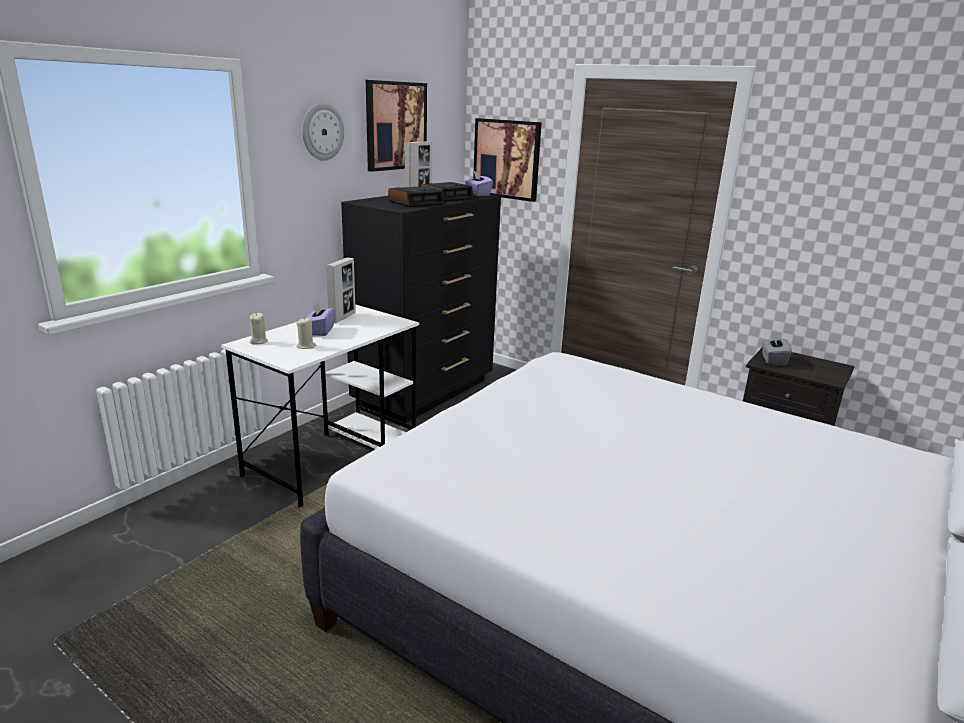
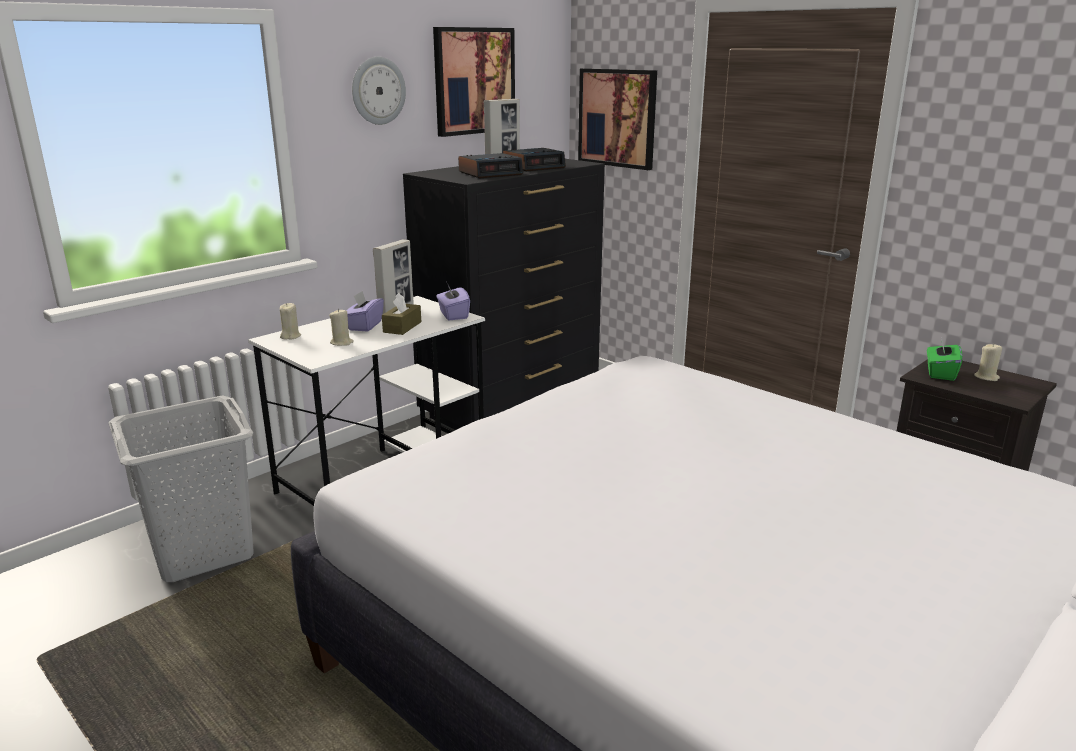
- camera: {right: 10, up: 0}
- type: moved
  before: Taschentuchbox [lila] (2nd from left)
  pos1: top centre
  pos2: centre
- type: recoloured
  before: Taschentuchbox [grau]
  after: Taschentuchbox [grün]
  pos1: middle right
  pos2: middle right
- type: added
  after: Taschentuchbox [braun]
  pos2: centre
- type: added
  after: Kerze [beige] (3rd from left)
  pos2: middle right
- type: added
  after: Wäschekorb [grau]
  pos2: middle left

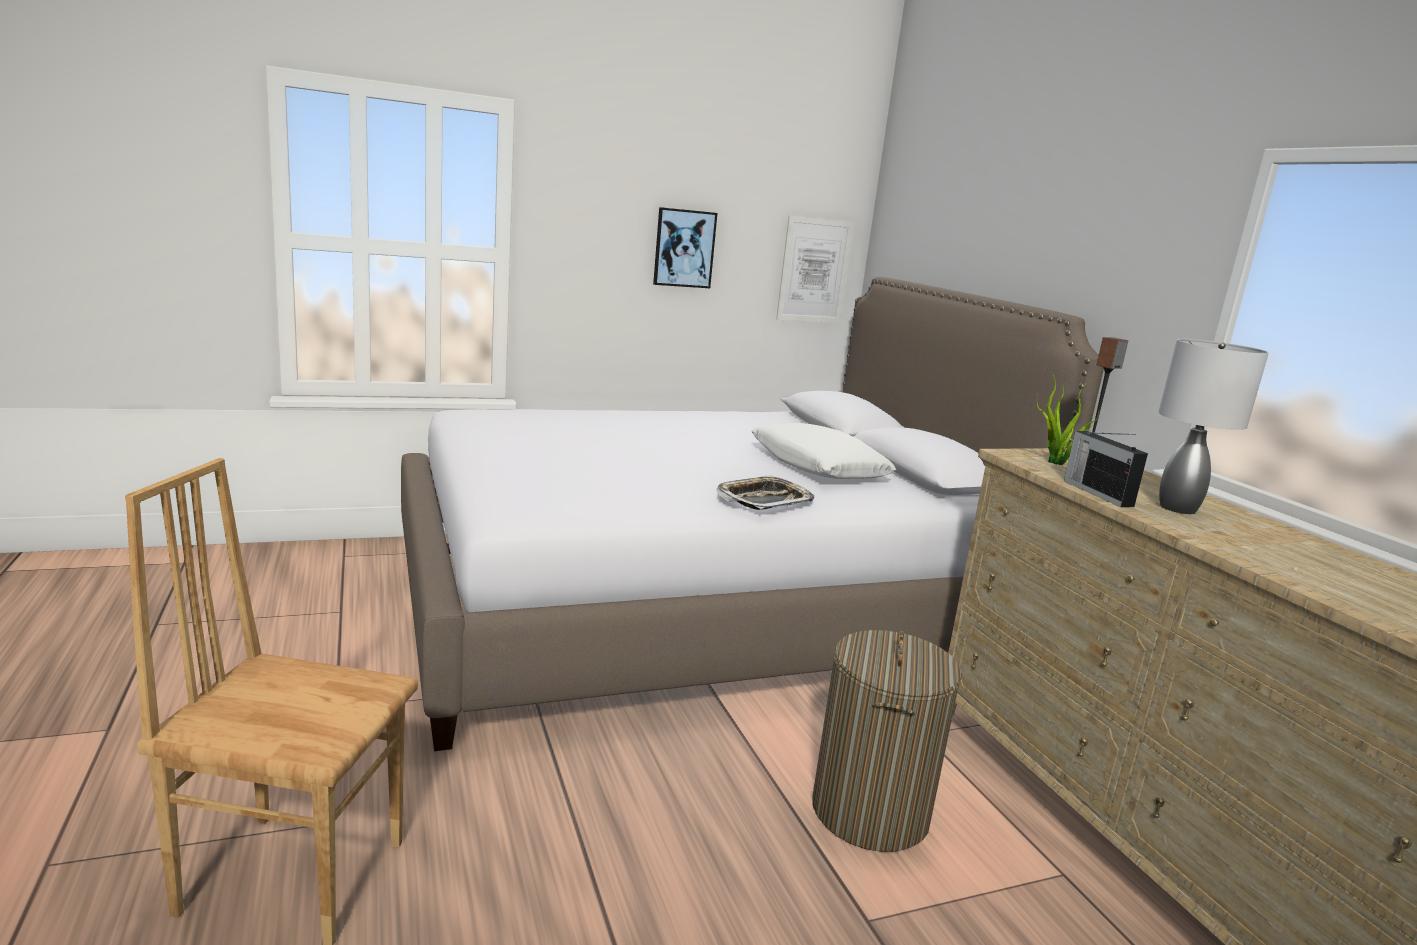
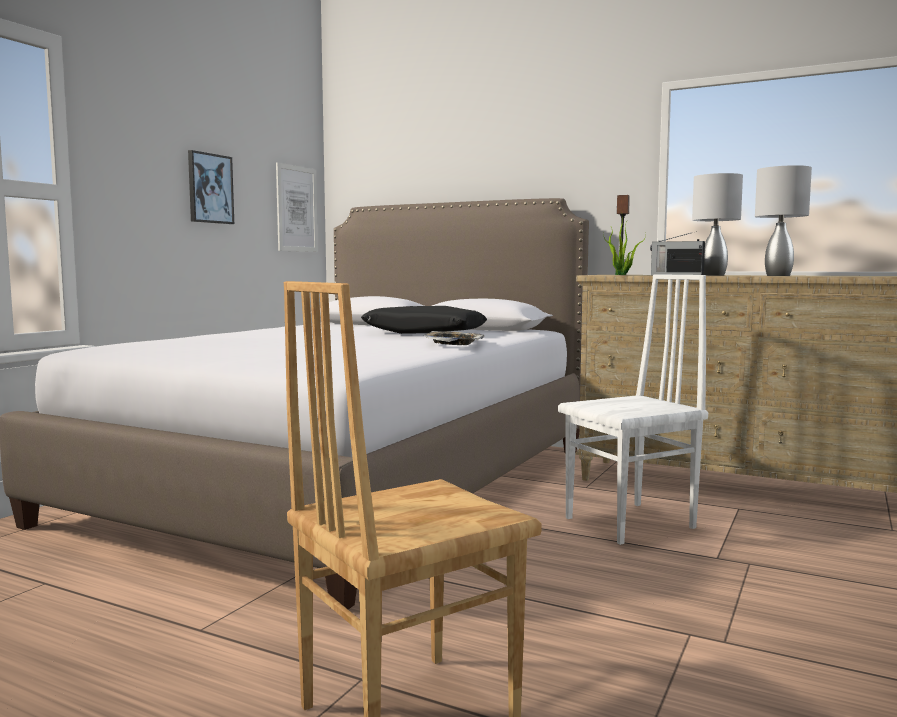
- camera: {right: -40, up: -10}
- type: recoloured
  before: Kissen [weiß]
  after: Kissen [schwarz]
  pos1: centre
  pos2: centre
- type: replaced
  before: Wäschekorb
  after: Stuhl [weiß]
  pos1: bottom centre
  pos2: middle right
- type: added
  after: Tischlampe [grau] (2nd from left)
  pos2: top right

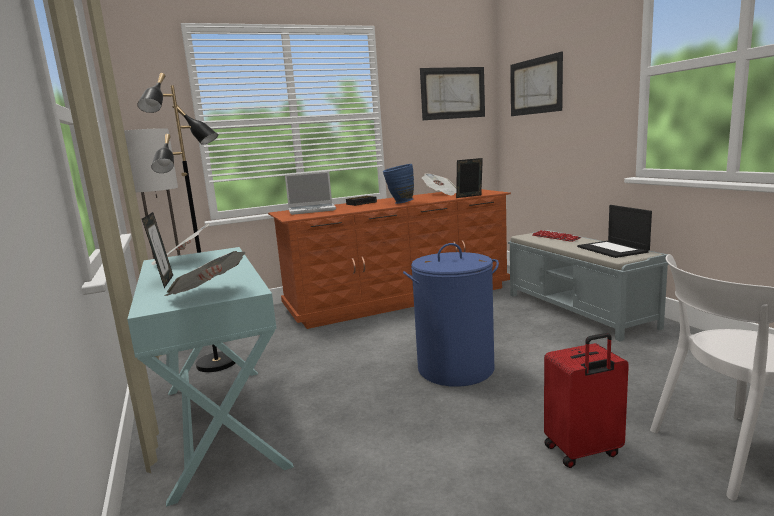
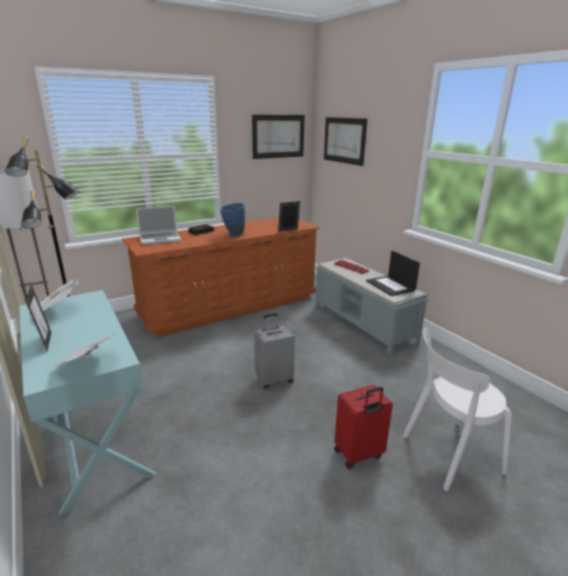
- camera: {right: -10, up: 10}
- type: removed
  before: Zeitung (3rd from left)
  pos1: centre
- type: replaced
  before: Wäschekorb [blau]
  after: Koffer [grau]
  pos1: centre
  pos2: centre

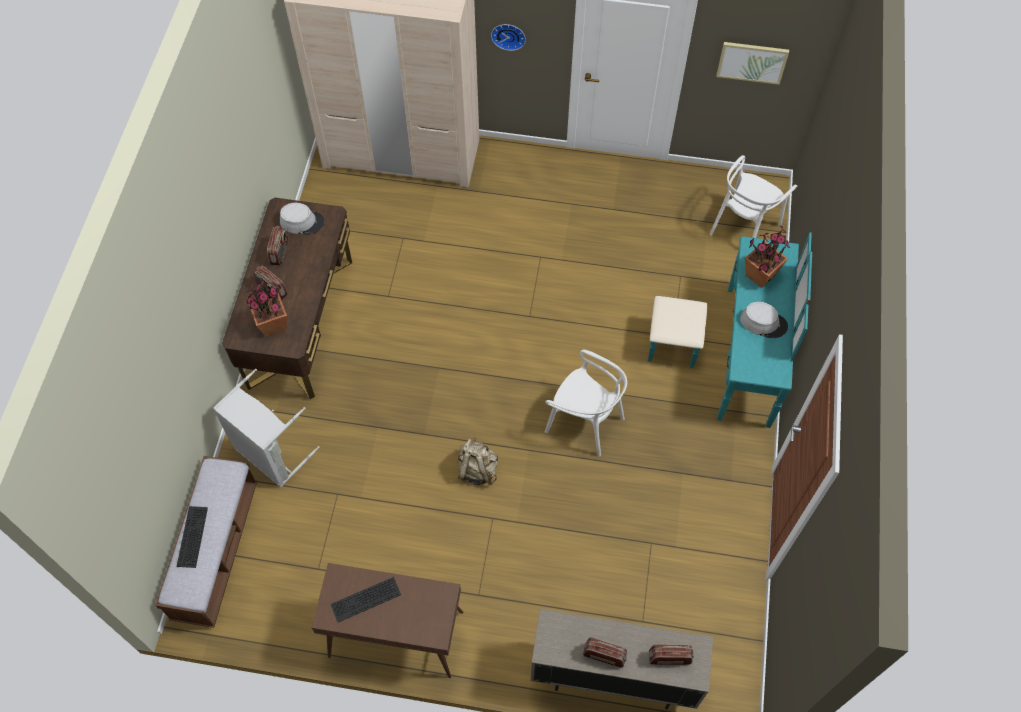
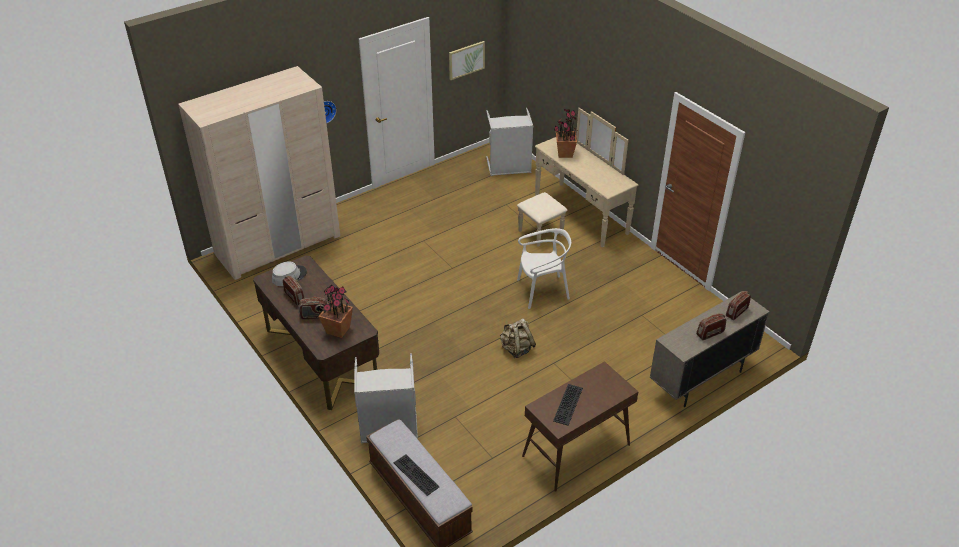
- camera: {right: -45, up: -20}
- type: replaced
  before: Stuhl [weiß] (2nd from left)
  after: Wäschekorb [grau] (2nd from left)
  pos1: top right
  pos2: top centre
- type: recoloured
  before: Kommode [türkis]
  after: Kommode [beige]
  pos1: middle right
  pos2: top centre
- type: removed
  before: Hut [grau] (2nd from left)
  pos1: middle right

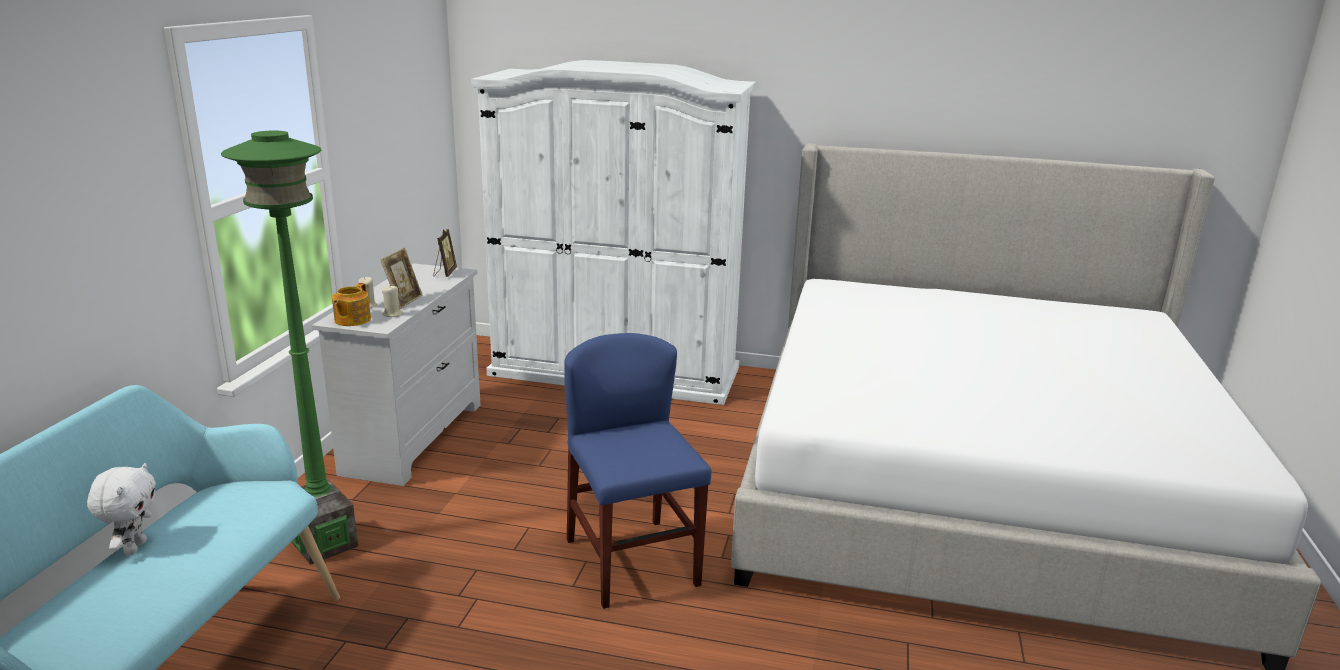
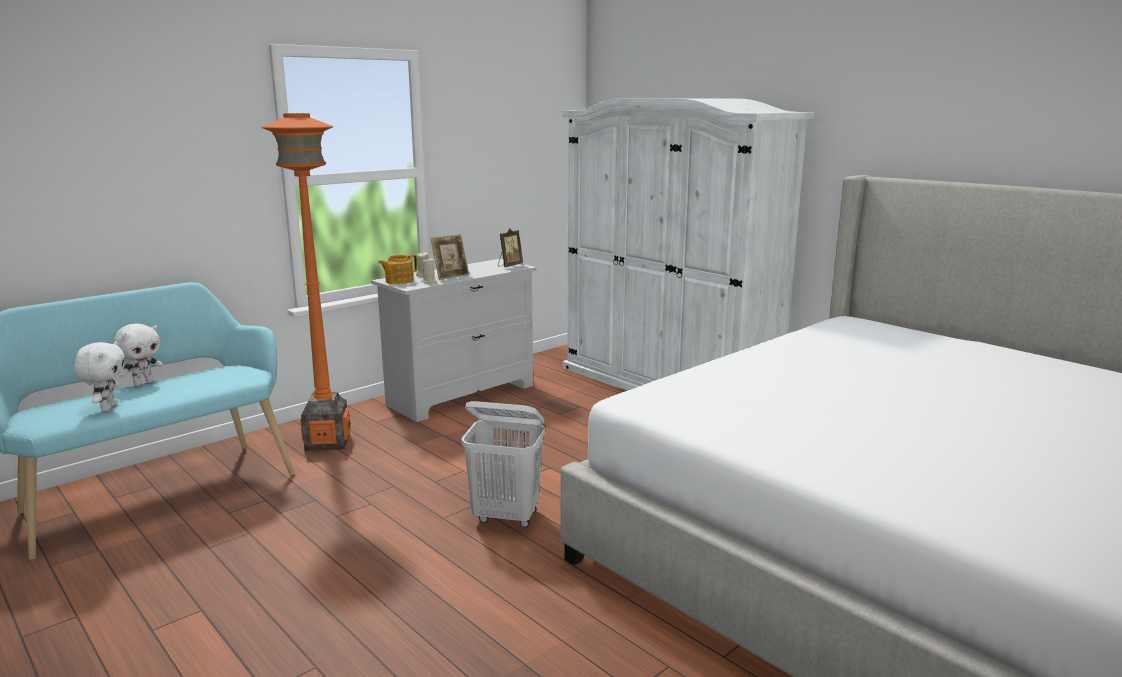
- camera: {right: 35, up: -5}
- type: recoloured
  before: Stehlampe [grün]
  after: Stehlampe [orange]
  pos1: middle left
  pos2: middle left
- type: replaced
  before: Stuhl [blau]
  after: Wäschekorb [weiß]
  pos1: bottom centre
  pos2: bottom centre
- type: added
  after: Plüschtier [weiß] (1st from left)
  pos2: middle left

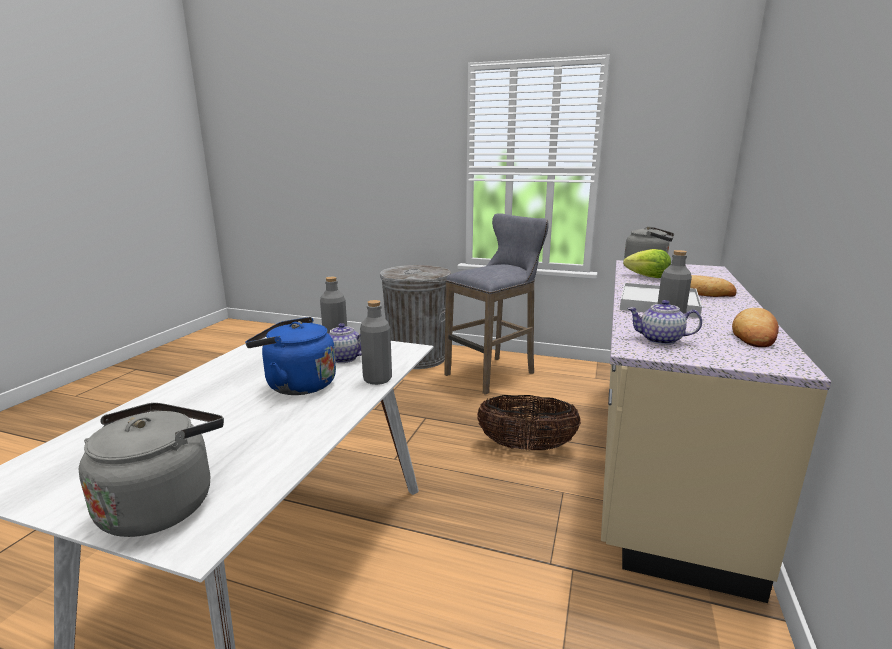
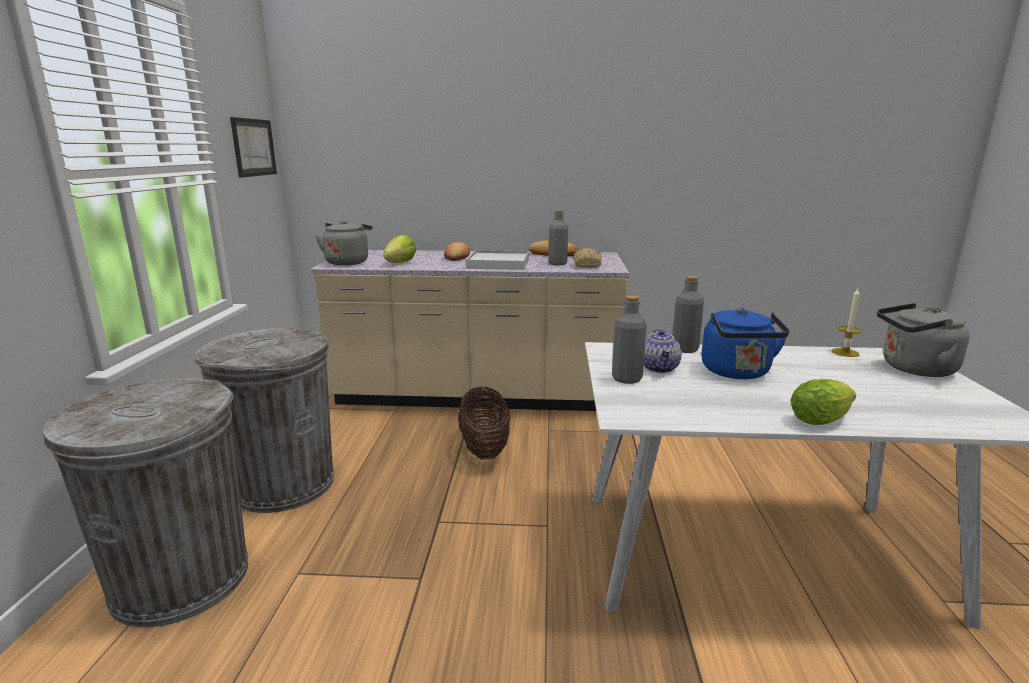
- camera: {right: -105, up: 0}
- type: replaced
  before: Hocker [grau]
  after: Mülleimer [grau] (2nd from left)
  pos1: centre
  pos2: middle left
- type: replaced
  before: Teekanne (2nd from left)
  after: Brot (3rd from left)
  pos1: middle right
  pos2: centre
- type: added
  after: Bild
  pos2: top left
- type: added
  after: Kerze
  pos2: middle right
- type: added
  after: Salatkopf (2nd from left)
  pos2: middle right

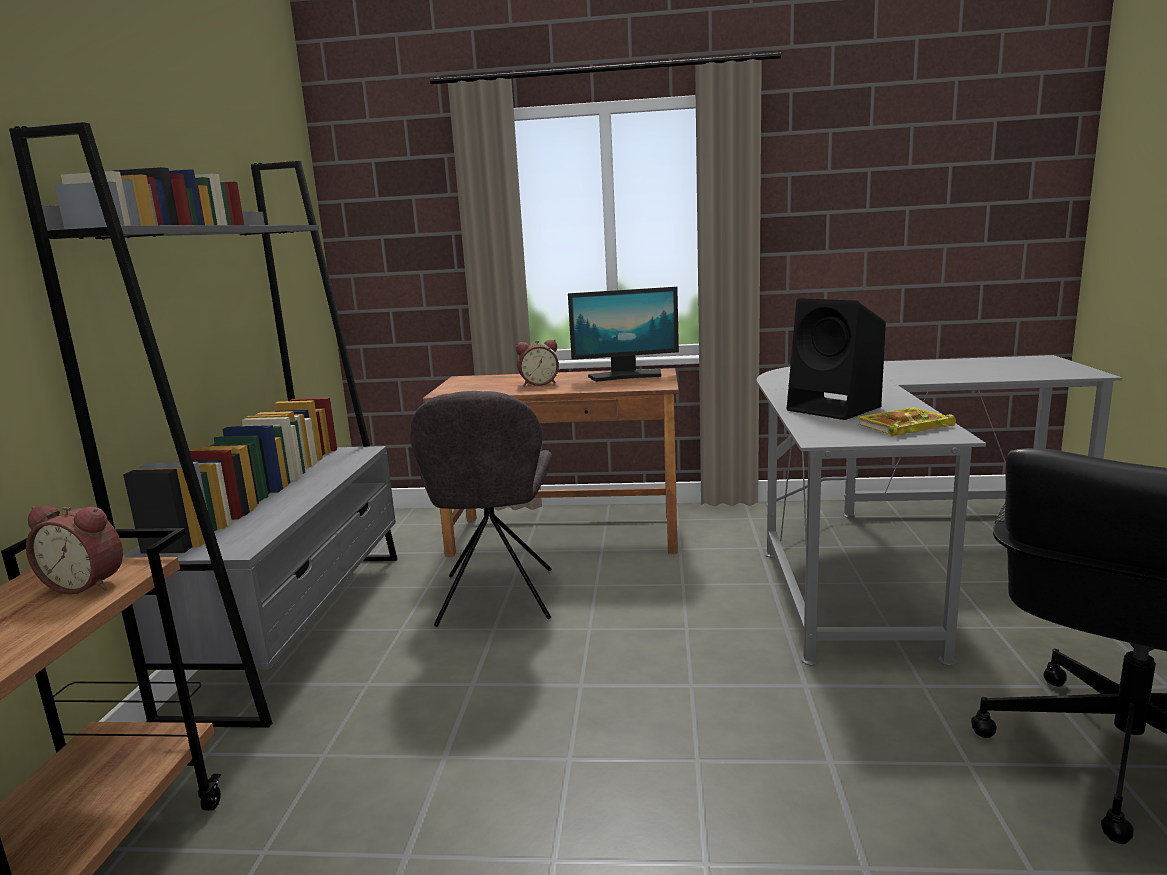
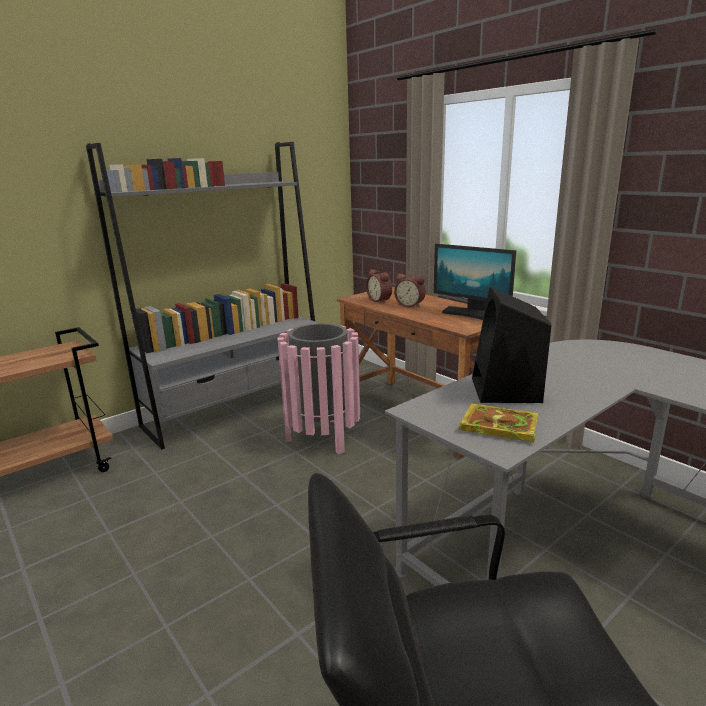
- camera: {right: 45, up: 5}
- type: replaced
  before: Stuhl [grau]
  after: Mülleimer [rosa]
  pos1: centre
  pos2: centre
- type: moved
  before: Wecker (1st from left)
  pos1: middle left
  pos2: centre

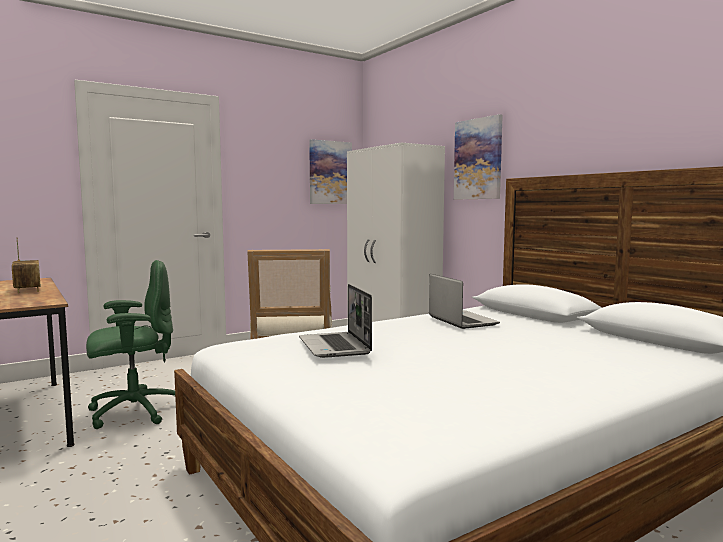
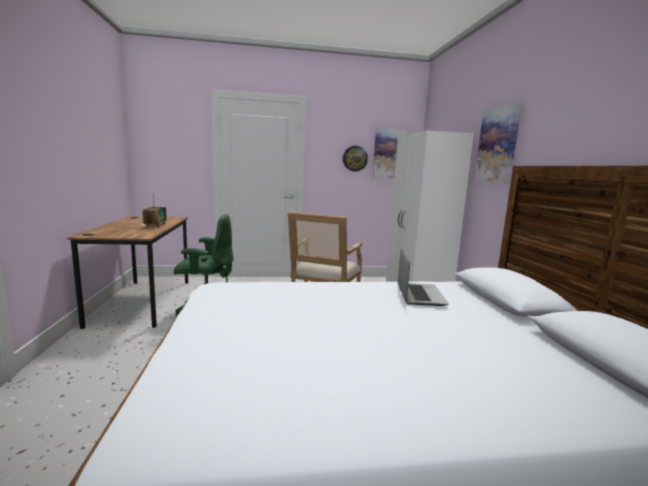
- camera: {right: 25, up: 5}
- type: removed
  before: Laptop (1st from left)
  pos1: centre
- type: added
  after: Wanduhr
  pos2: top centre

